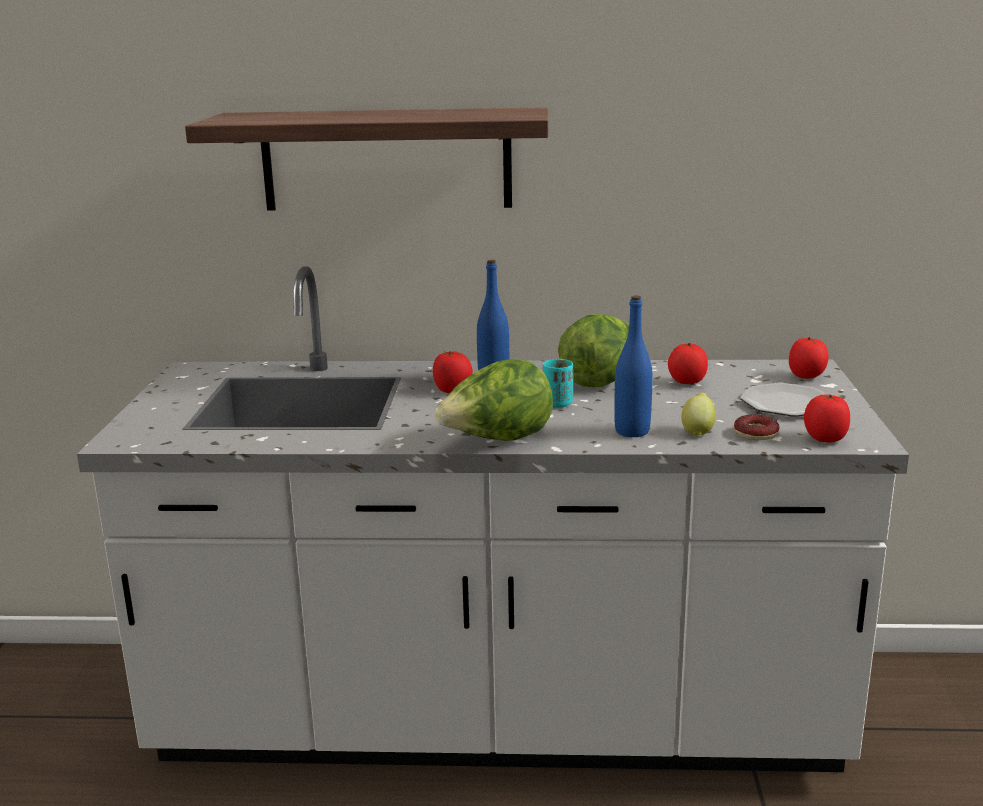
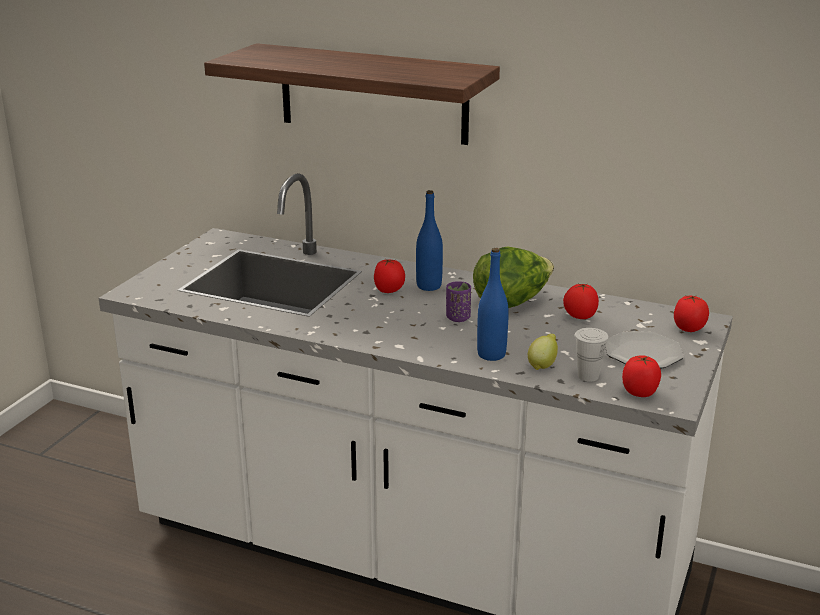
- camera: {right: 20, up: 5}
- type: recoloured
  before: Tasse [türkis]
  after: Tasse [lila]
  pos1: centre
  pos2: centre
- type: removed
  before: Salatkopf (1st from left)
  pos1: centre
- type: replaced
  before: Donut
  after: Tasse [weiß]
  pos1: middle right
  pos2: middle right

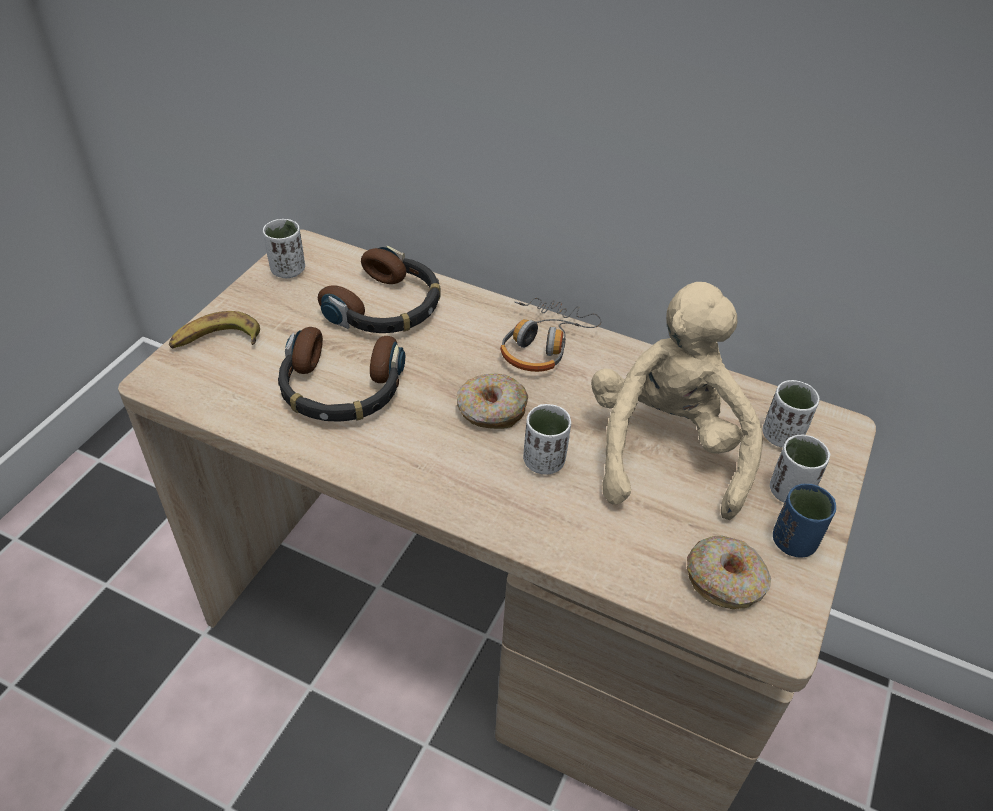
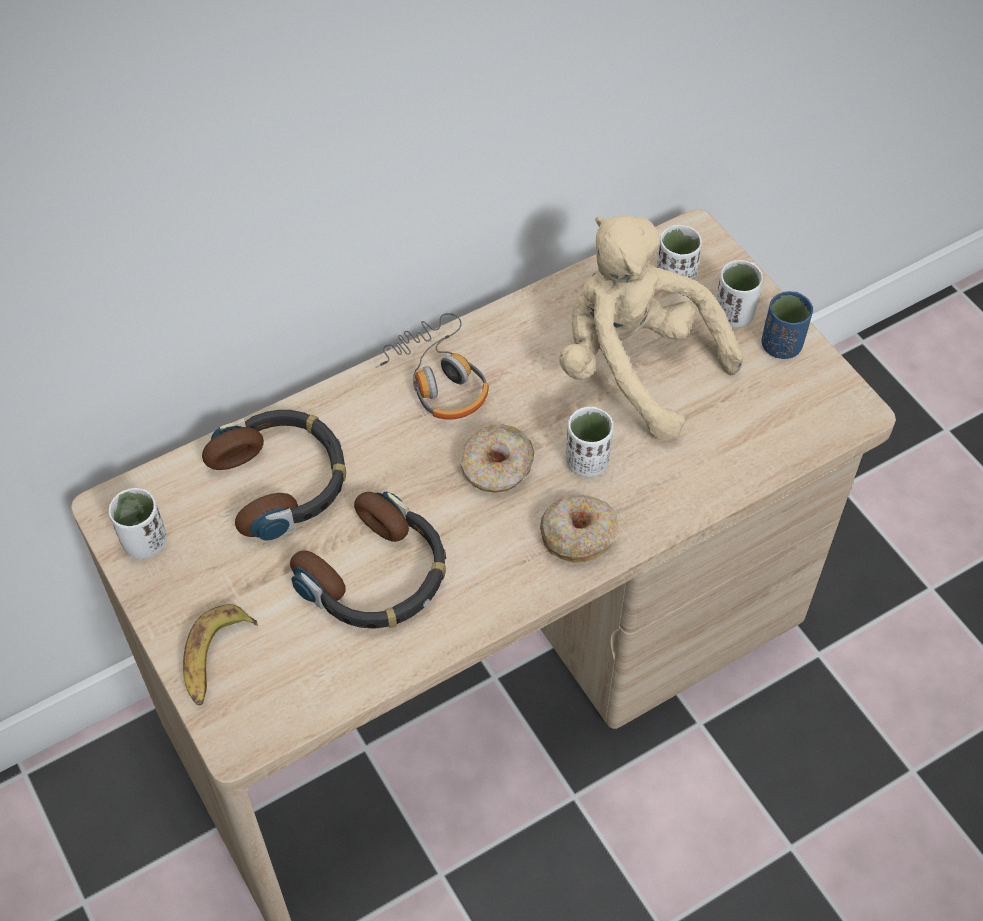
- camera: {right: -55, up: 10}
- type: moved
  before: Donut (2nd from left)
  pos1: bottom right
  pos2: centre

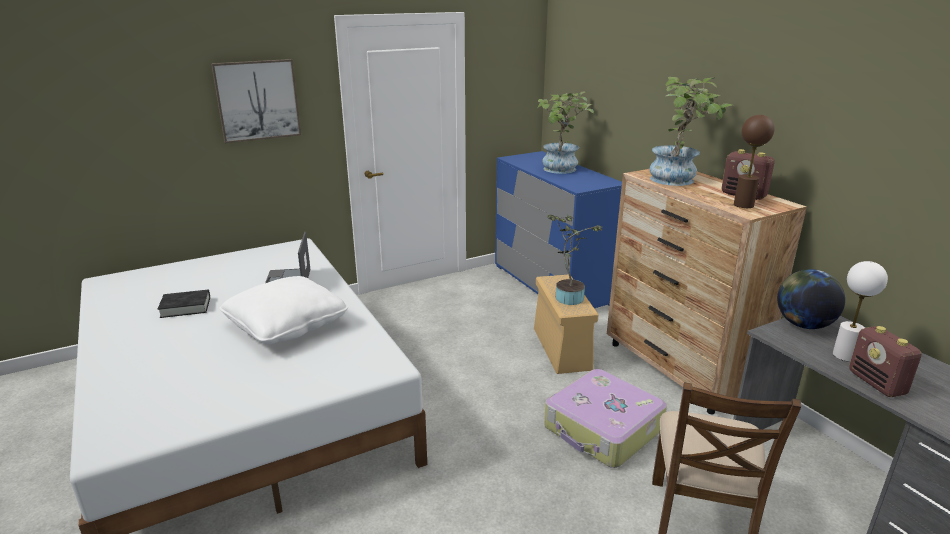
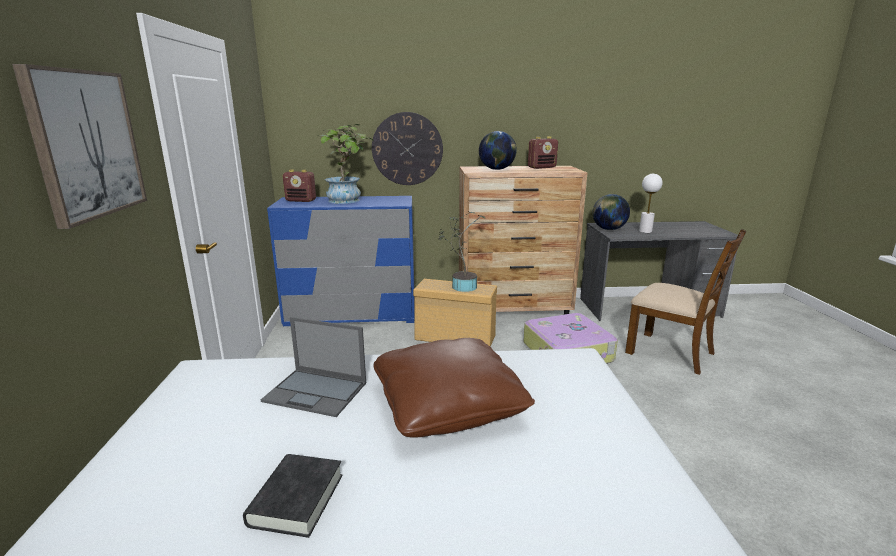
- camera: {right: -65, up: -5}
- type: replaced
  before: Topfpflanze (3rd from left)
  after: Globus (1st from left)
  pos1: top right
  pos2: top centre
- type: removed
  before: Tischlampe [braun]
  pos1: top right
- type: recoloured
  before: Kissen [weiß]
  after: Kissen [braun]
  pos1: middle left
  pos2: bottom centre
- type: moved
  before: Radio (2nd from left in the first image)
  after: Radio (1st from left)
  pos1: bottom right
  pos2: top centre
- type: added
  after: Wanduhr
  pos2: top centre

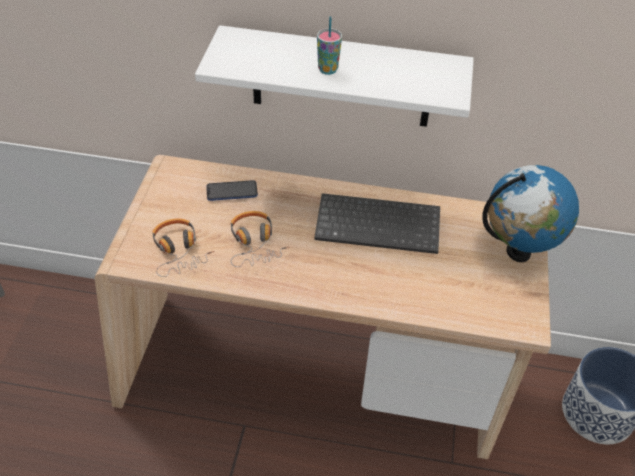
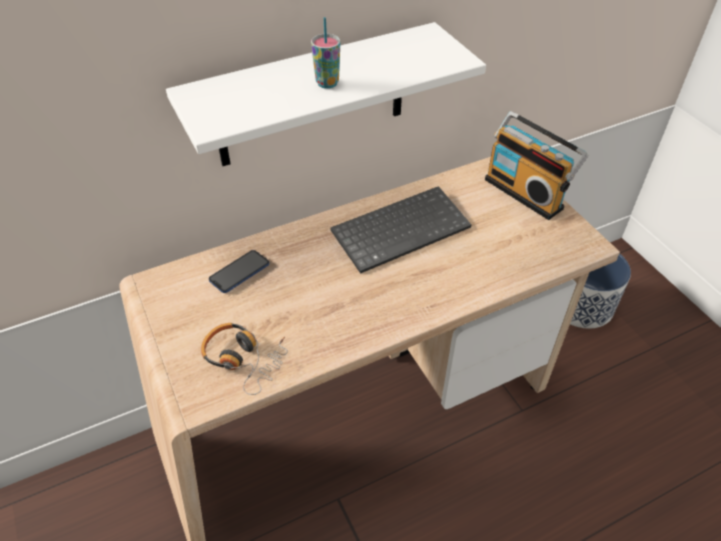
- camera: {right: -35, up: 0}
- type: replaced
  before: Globus
  after: Radio
  pos1: middle right
  pos2: top right
- type: removed
  before: Kopfhörer (2nd from left)
  pos1: centre

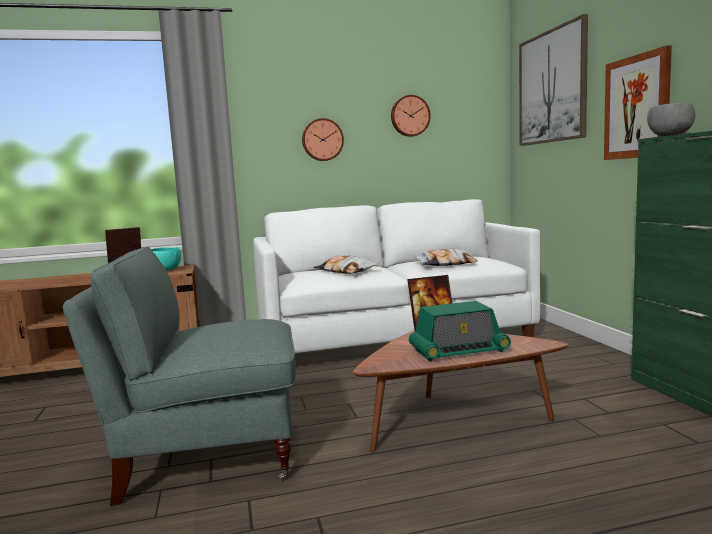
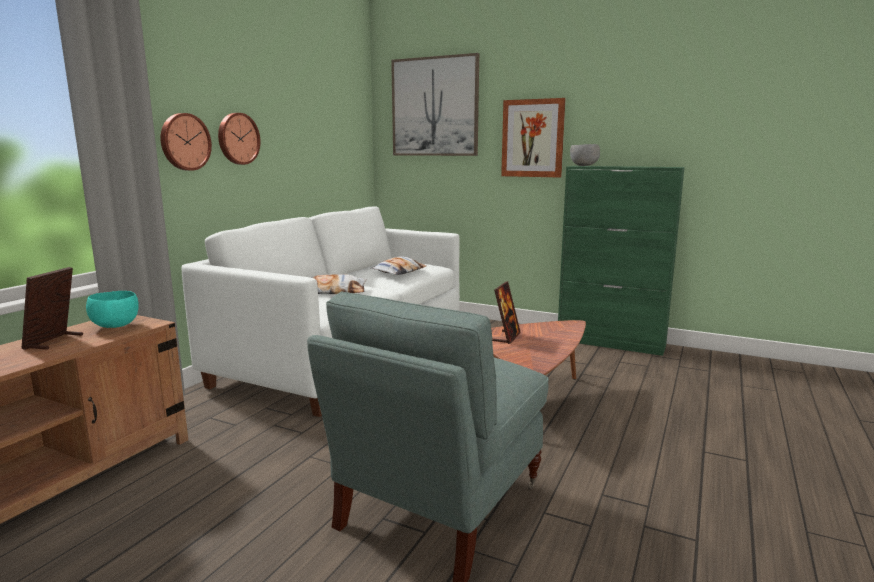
- camera: {right: -50, up: 5}
- type: moved
  before: Wanduhr (2nd from left in the first image)
  after: Wanduhr (1st from left)
  pos1: top centre
  pos2: top left
- type: removed
  before: Radio
  pos1: centre

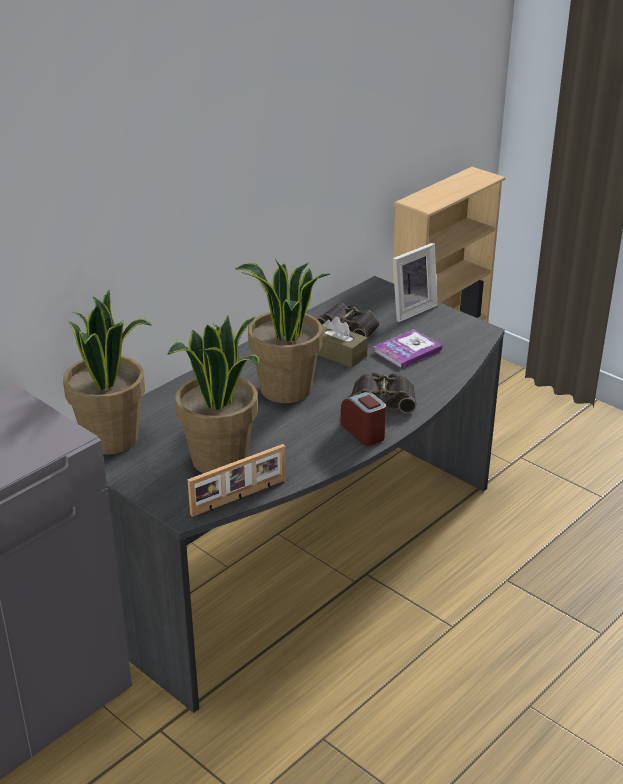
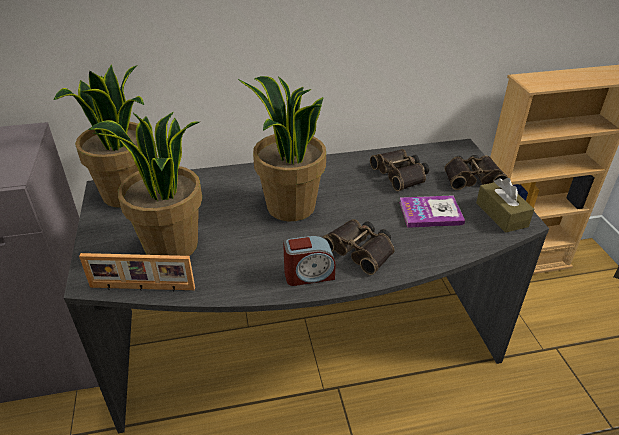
- camera: {right: 35, up: 5}
- type: replaced
  before: Bilderrahmen (2nd from left)
  after: Fernglas (3rd from left)
  pos1: centre
  pos2: middle right
- type: moved
  before: Taschentuchbox [braun]
  pos1: centre
  pos2: middle right
- type: turned
  before: Wecker
  pos1: centre
  pos2: centre
  turn: 75

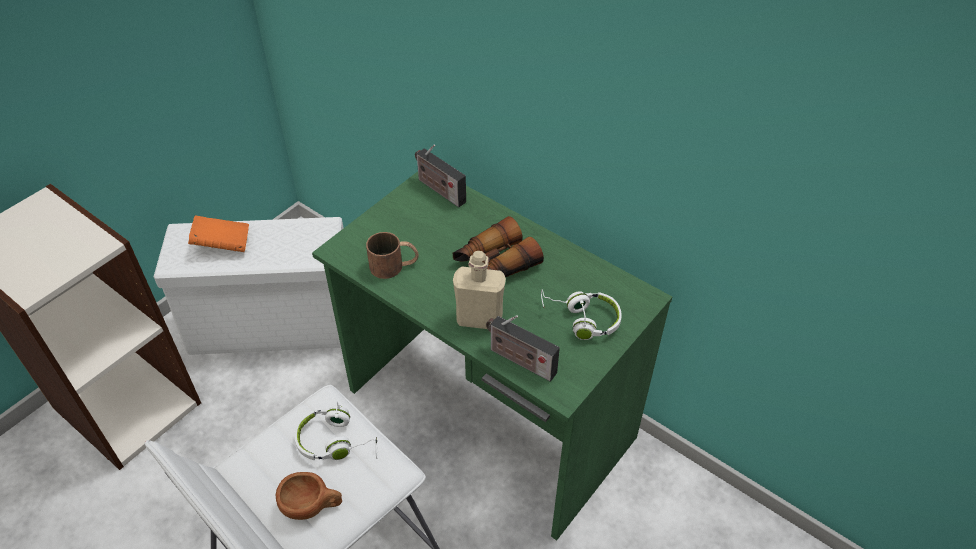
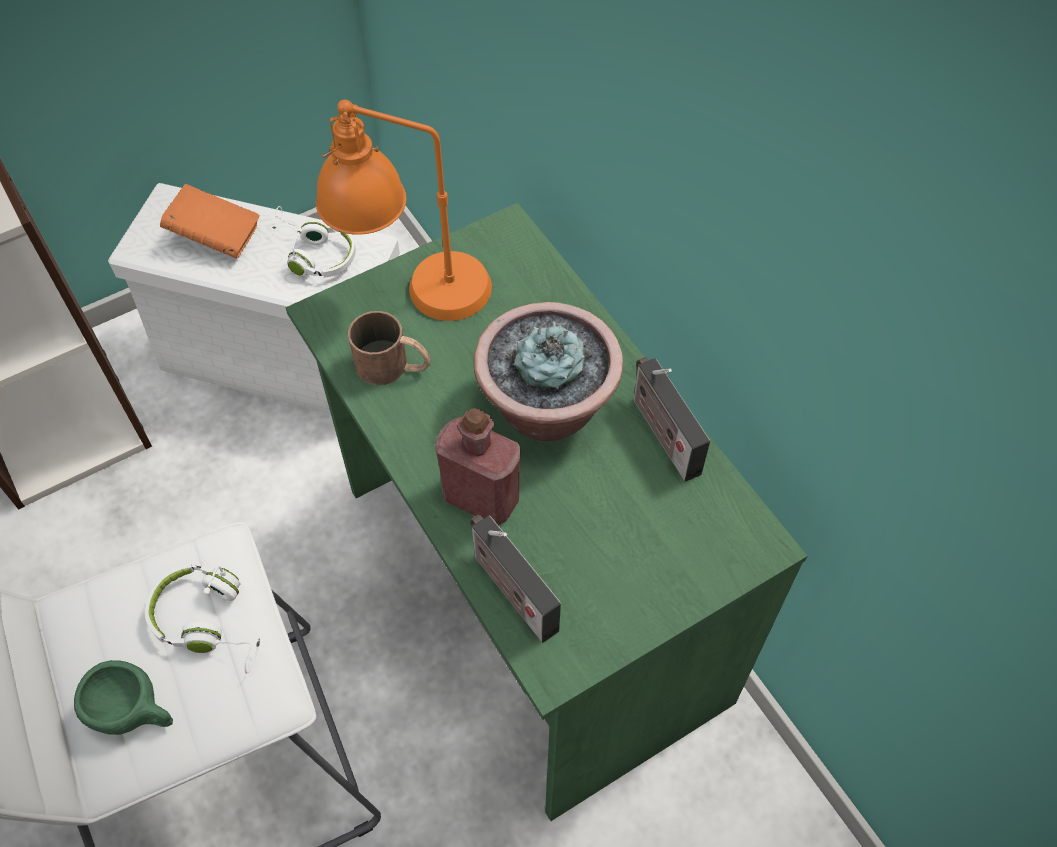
- camera: {right: 20, up: 10}
- type: moved
  before: Radio (1st from left in the first image)
  after: Radio (2nd from left)
  pos1: top centre
  pos2: centre
- type: replaced
  before: Fernglas
  after: Topfpflanze
  pos1: centre
  pos2: centre
- type: recoloured
  before: Flasche [beige]
  after: Flasche [rot]
  pos1: centre
  pos2: centre
- type: moved
  before: Kopfhörer [weiß] (2nd from left)
  pos1: centre
  pos2: top left
- type: recoloured
  before: Tasse [braun]
  after: Tasse [grün]
  pos1: bottom left
  pos2: bottom left
- type: added
  after: Tischlampe [orange]
  pos2: top centre

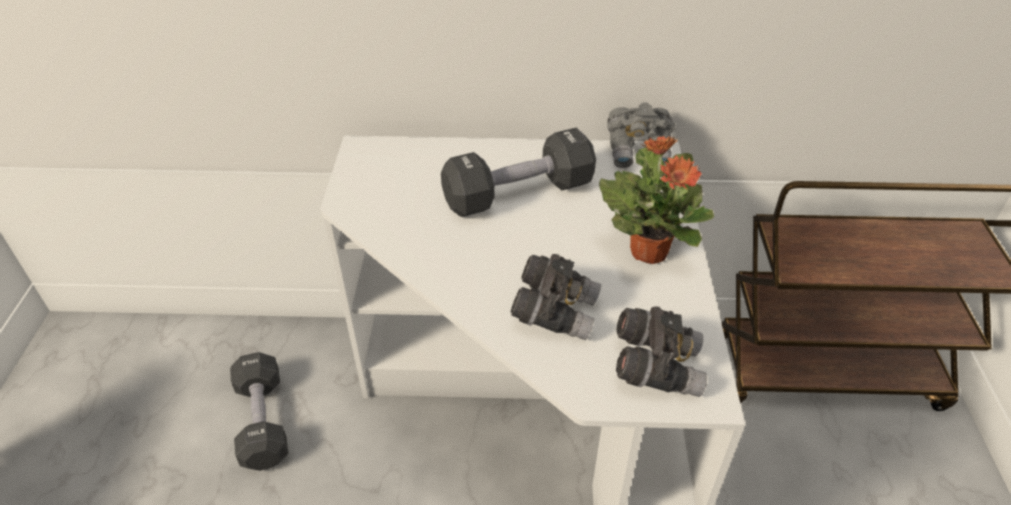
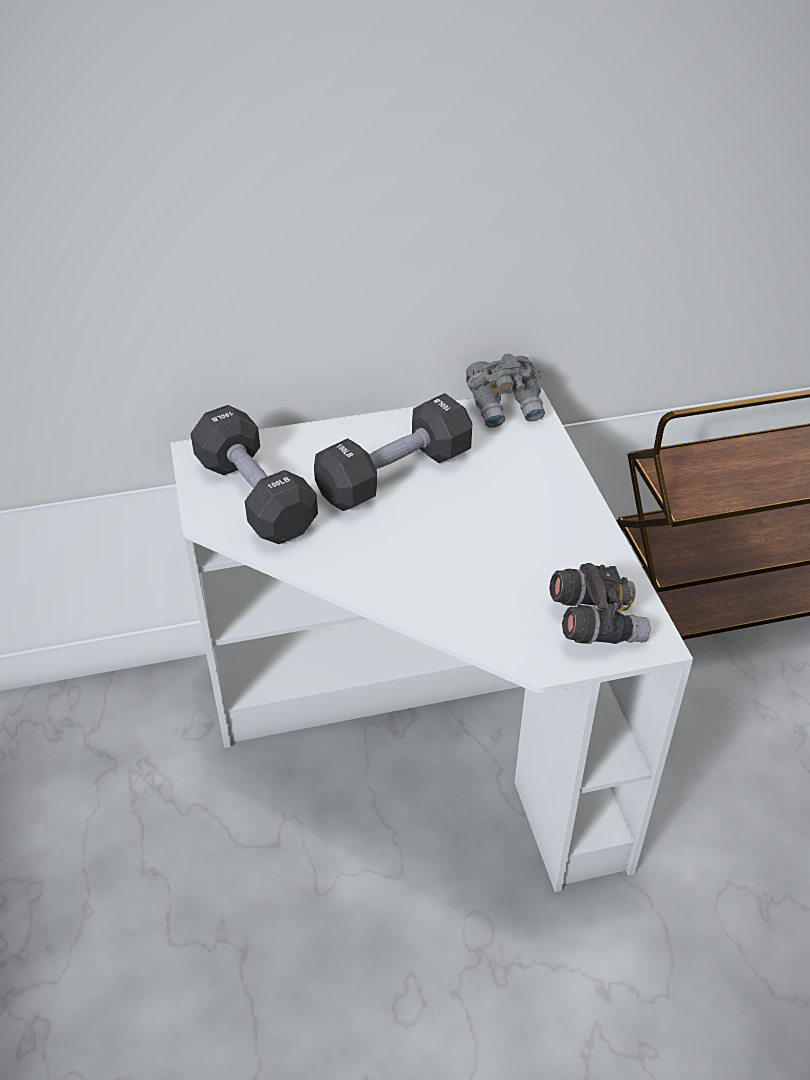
- camera: {right: -15, up: 0}
- type: removed
  before: Topfpflanze
  pos1: centre
- type: removed
  before: Fernglas [grau] (1st from left)
  pos1: centre
- type: moved
  before: Hantel [schwarz] (1st from left)
  pos1: bottom left
  pos2: middle left

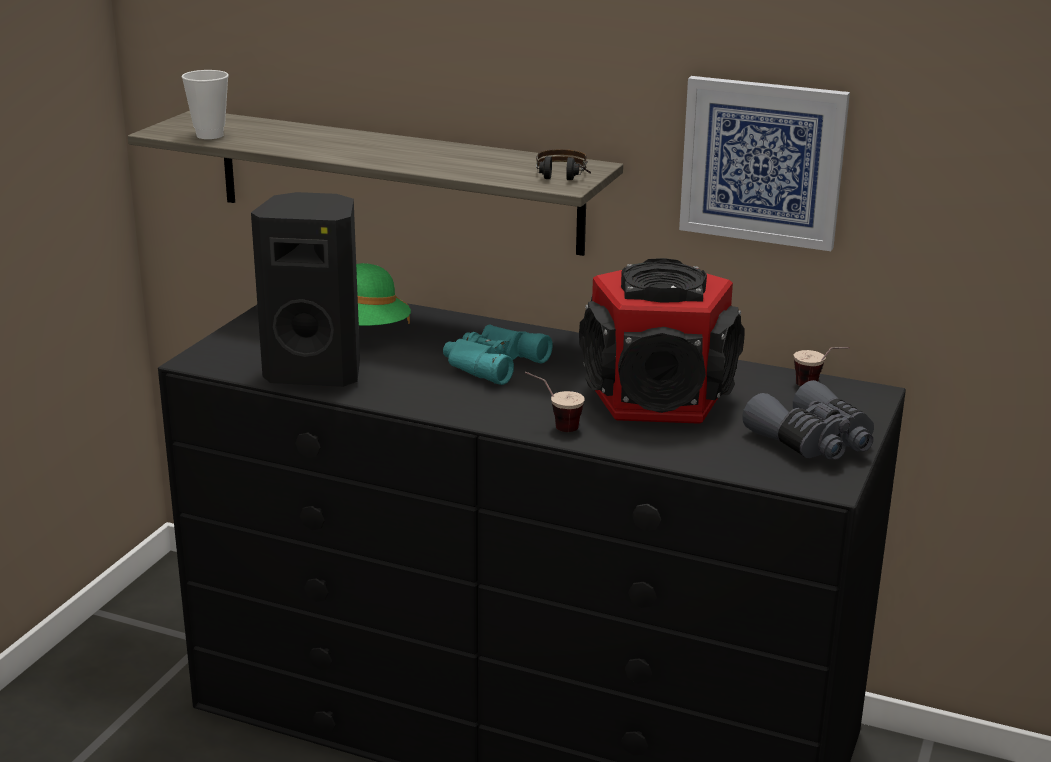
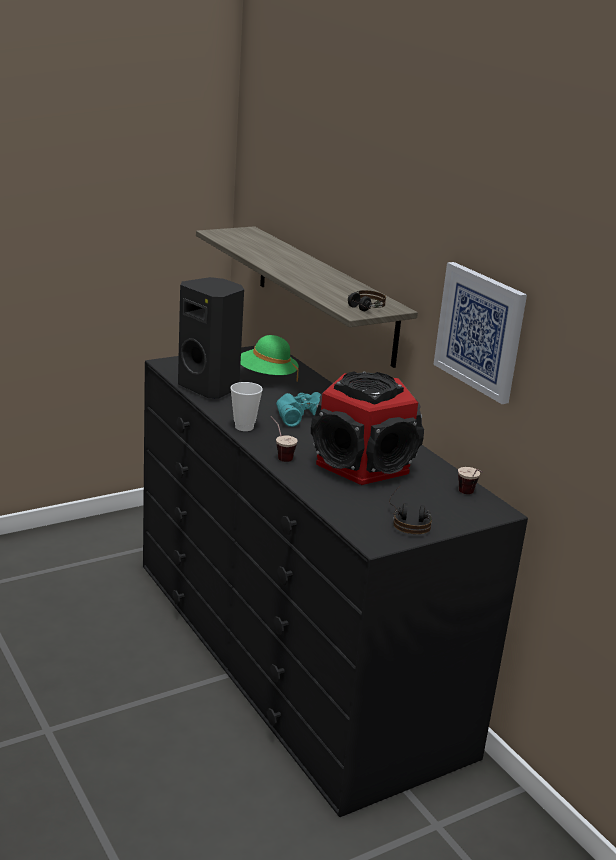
- camera: {right: 35, up: 0}
- type: moved
  before: Tasse (1st from left)
  pos1: top left
  pos2: centre
- type: replaced
  before: Fernglas [grau]
  after: Kopfhörer (2nd from left)
  pos1: middle right
  pos2: centre

